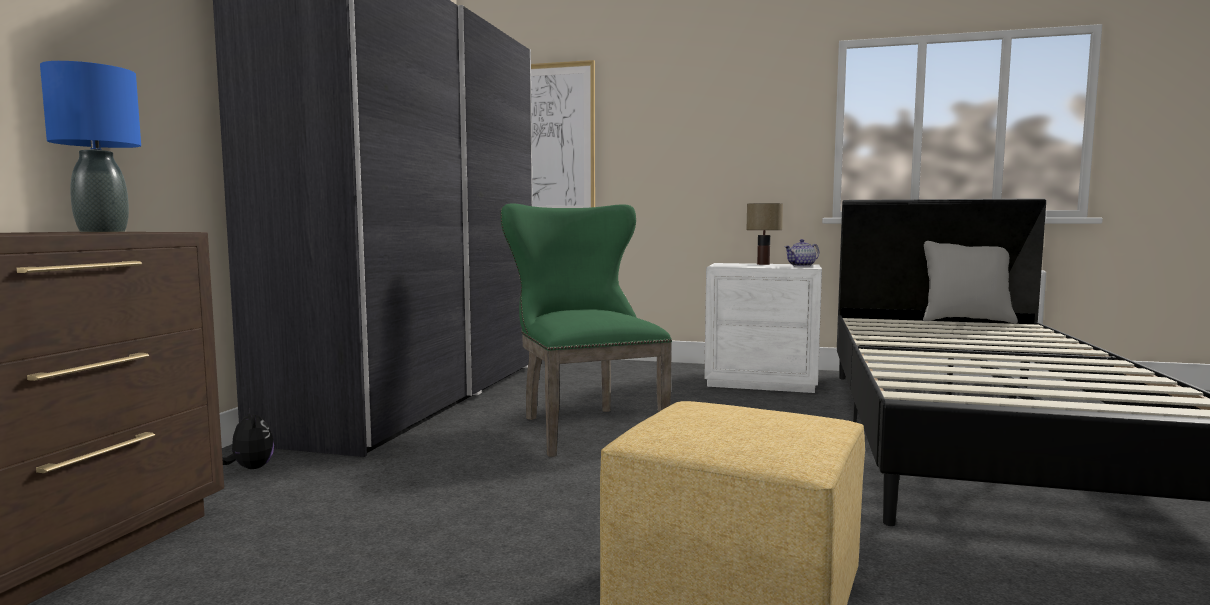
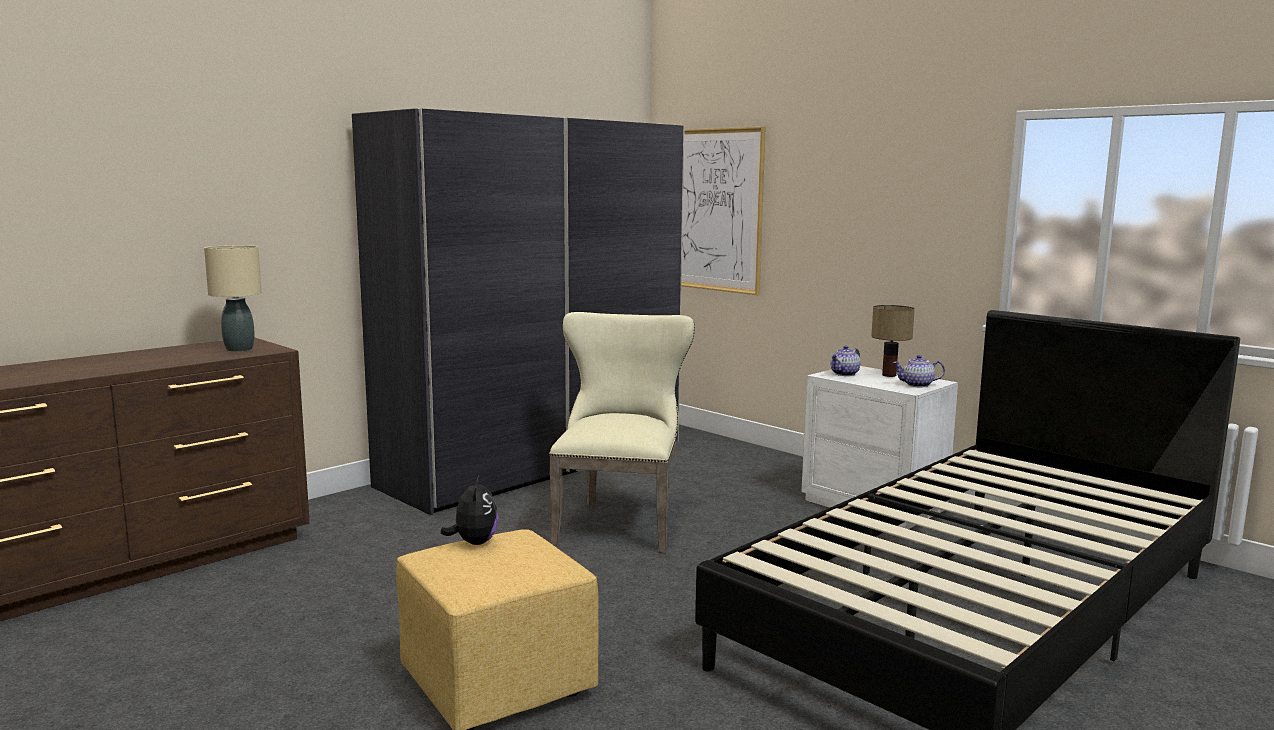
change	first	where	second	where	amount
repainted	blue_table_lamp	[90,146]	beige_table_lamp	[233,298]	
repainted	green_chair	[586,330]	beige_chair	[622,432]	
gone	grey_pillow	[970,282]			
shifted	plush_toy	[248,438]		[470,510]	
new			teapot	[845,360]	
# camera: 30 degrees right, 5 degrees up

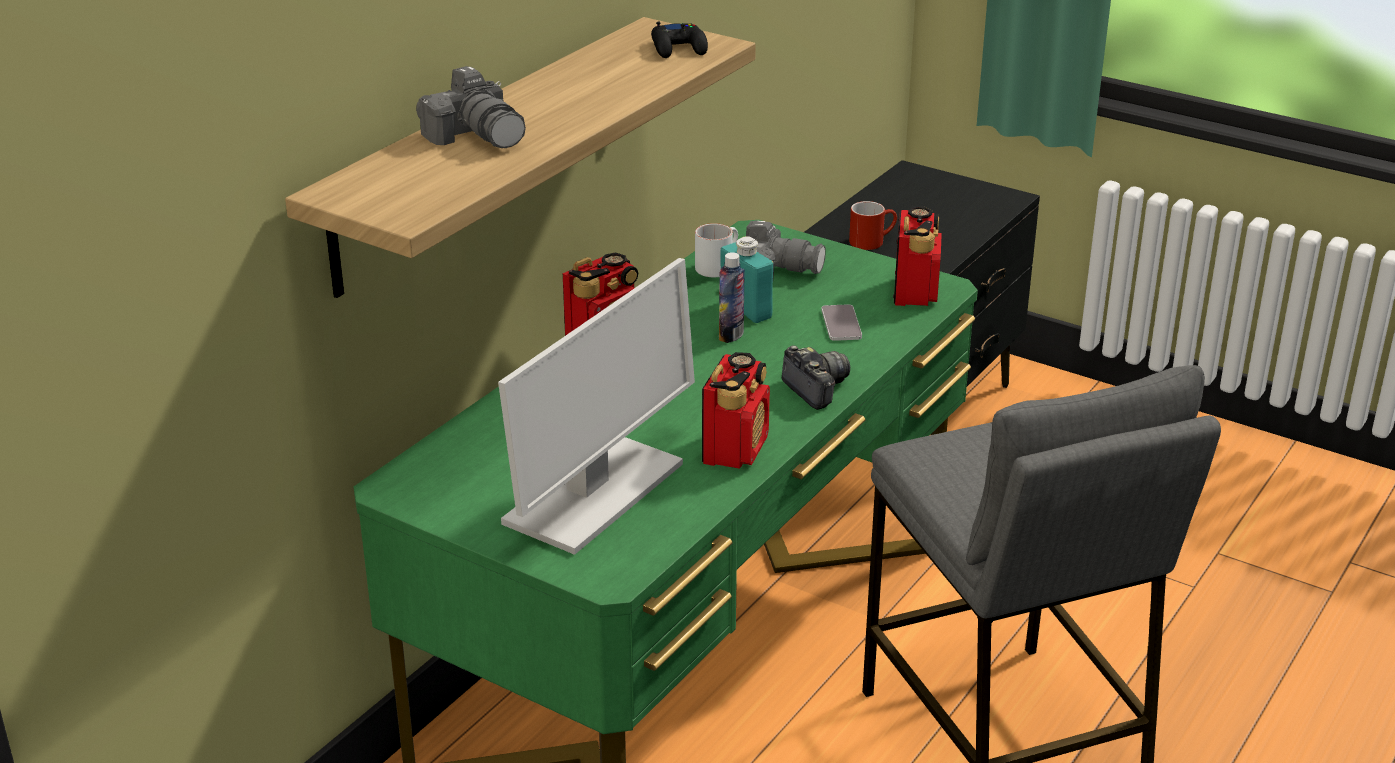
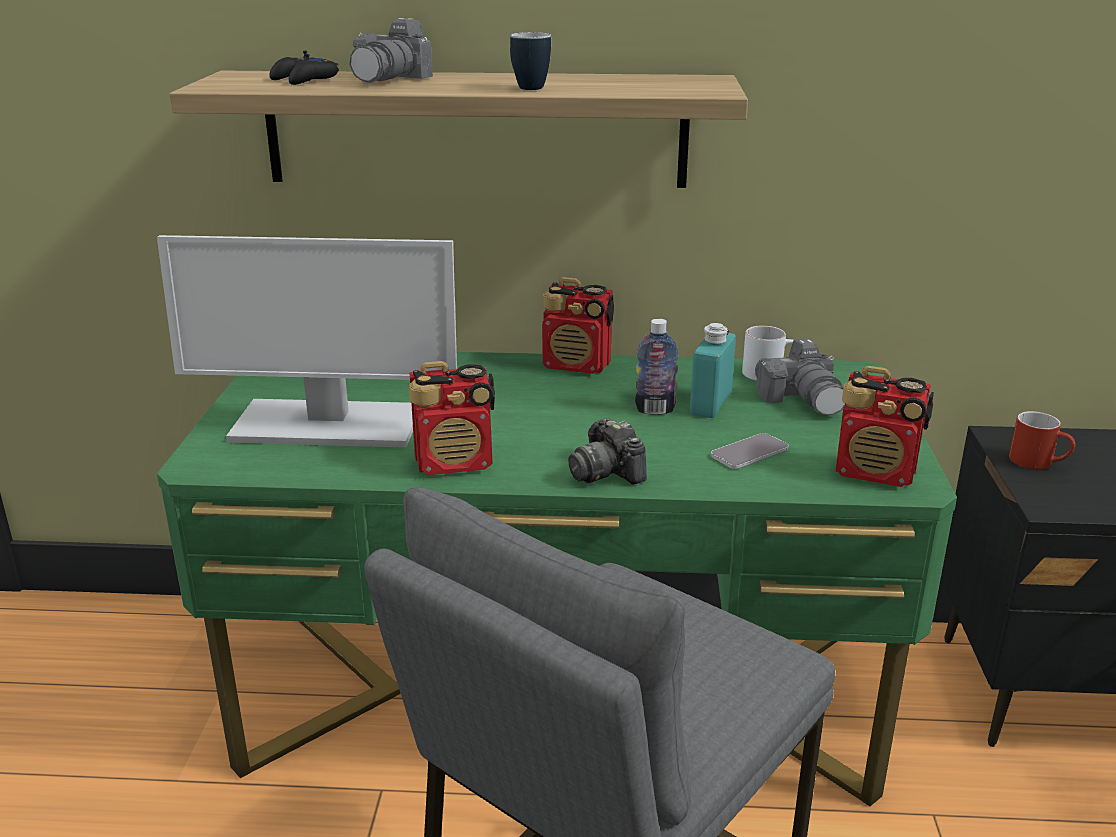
change	first	where	second	where	amount
shifted	black_game_controller	[679,39]		[304,68]	
rotated	radio	[917,256]		[884,426]	45 degrees clockwise
rotated	photo_camera	[816,377]		[607,451]	120 degrees clockwise
new			mug	[530,61]	
# camera: 60 degrees right, 5 degrees down

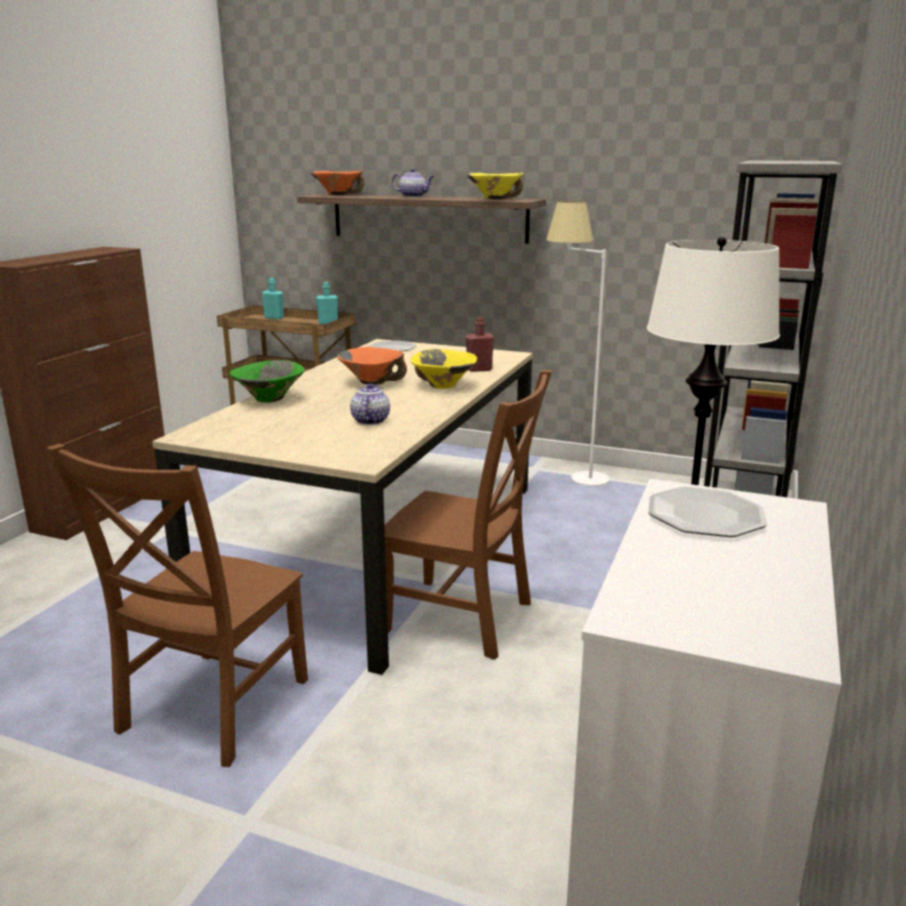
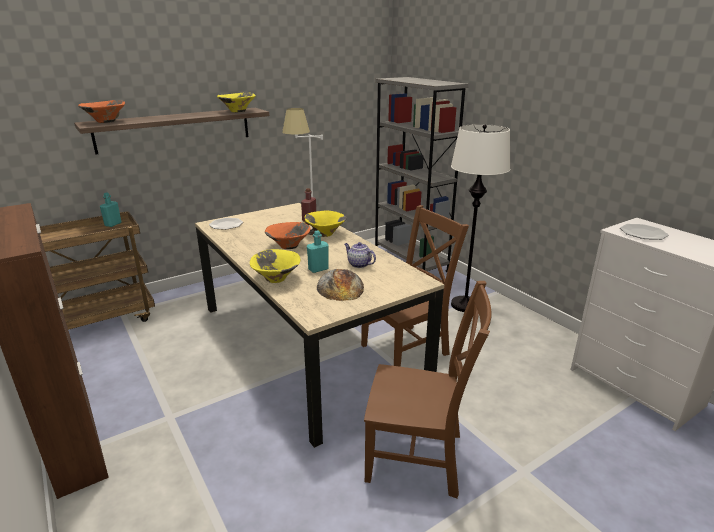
change	first	where	second	where	amount
gone	teapot	[413,183]			
shifted	turquoise_bottle	[273,298]		[318,252]	
repainted	green_bowl	[266,381]	yellow_bowl	[275,266]	
rotated	brown_chair	[177,605]		[427,390]	45 degrees counterclockwise
new			bread	[340,285]	
# camera: 55 degrees left, 5 degrees up

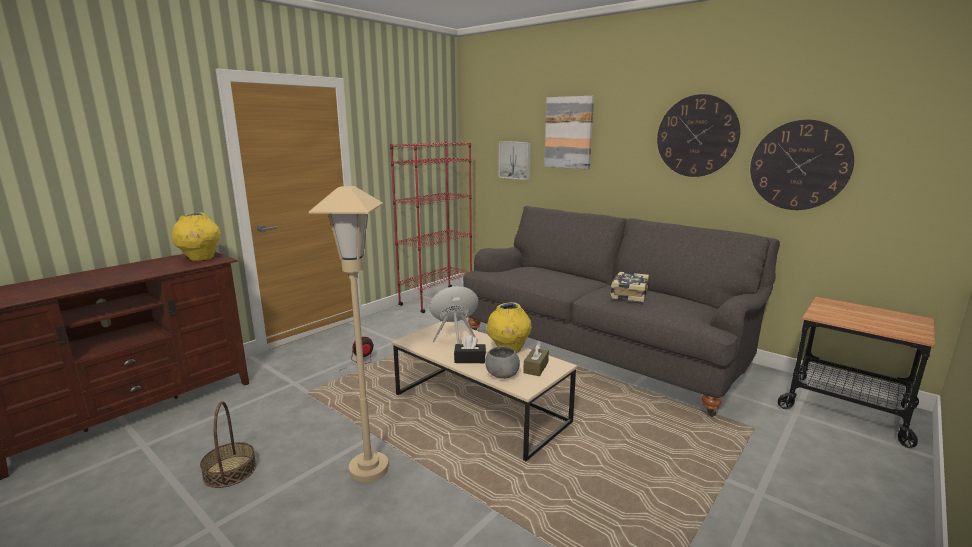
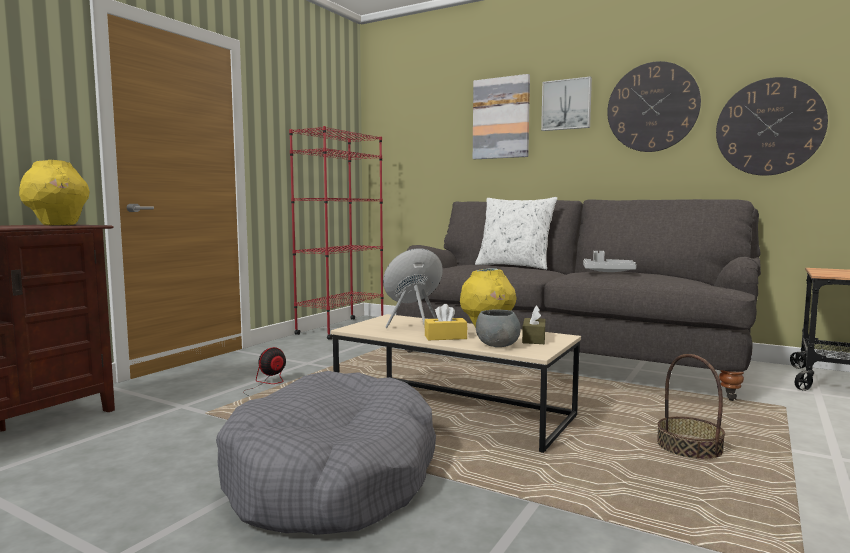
change	first	where	second	where	amount
shifted	picture	[515,160]		[566,104]	
swapped	beige_floor_lamp	[349,334]	grey_dog_bed	[326,453]	
swapped	book	[630,287]	grey_tray	[610,261]	
repainted	black_tissue_box	[470,349]	yellow_tissue_box	[445,322]	
shifted	basket	[228,444]		[691,407]	
new			white_pillow	[516,233]	
# camera: 10 degrees left, 10 degrees down

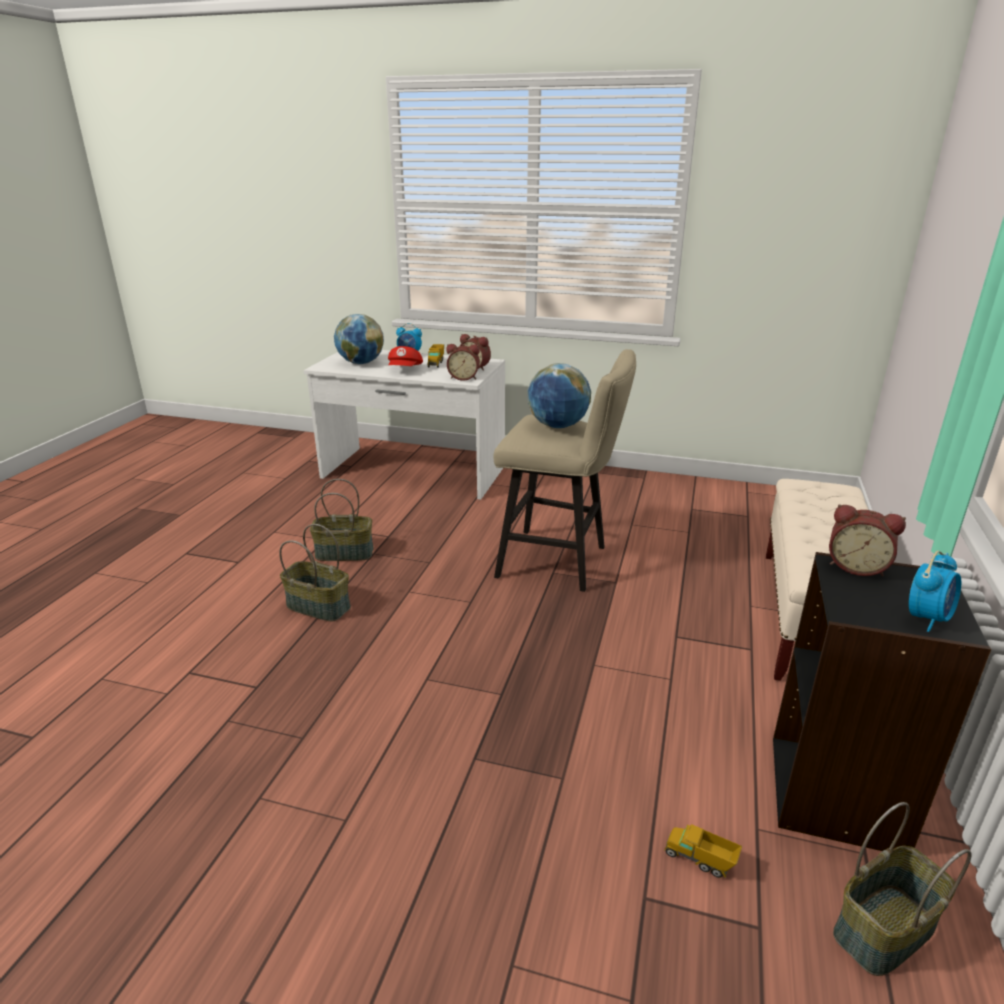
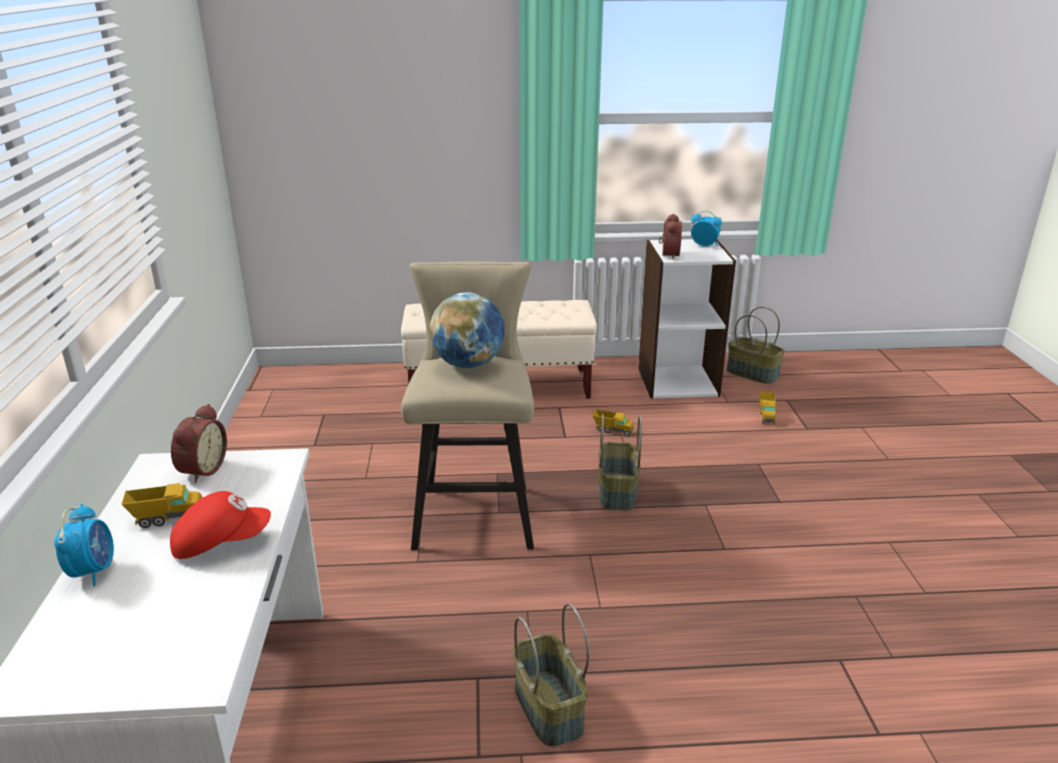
change	first	where	second	where	amount
gone	globe	[359,339]			
gone	alarm_clock	[463,362]			
shifted	basket	[315,572]		[620,462]	
repainted	black_bookcase	[882,701]	white_bookcase	[687,319]	
new			toy_truck	[613,423]	
# camera: 110 degrees left, 0 degrees up

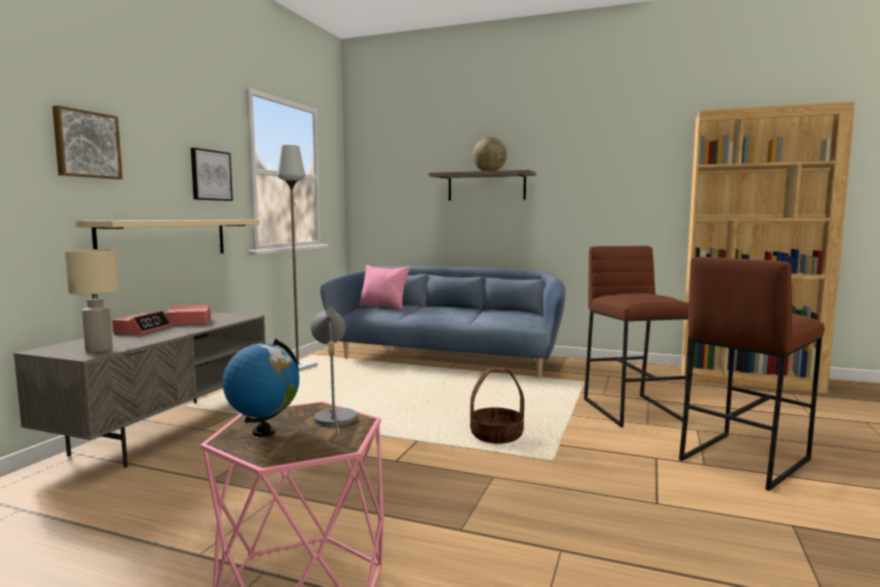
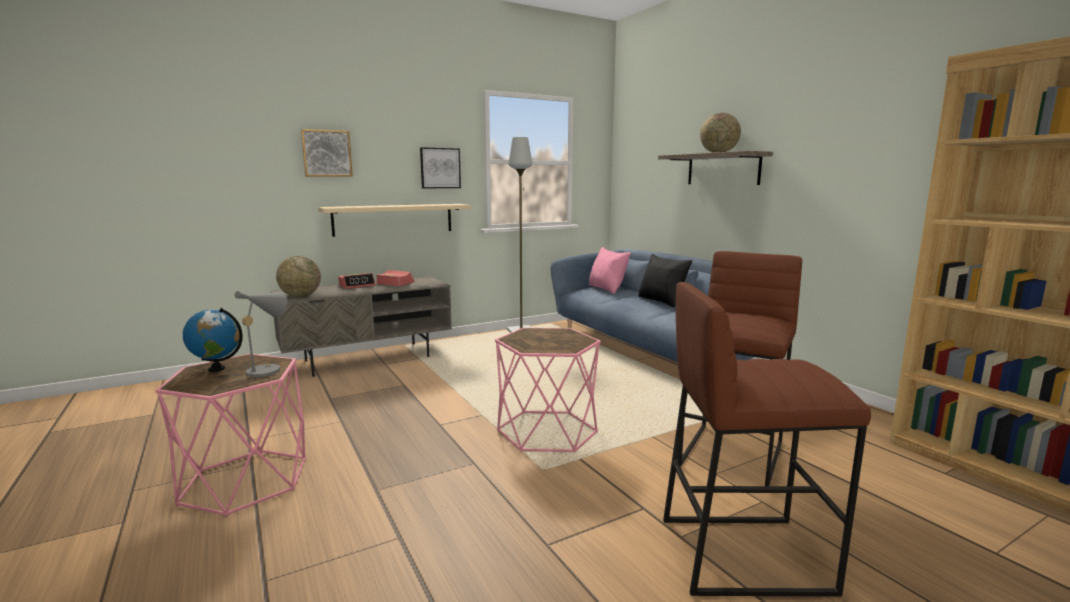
change	first	where	second	where	amount
swapped	beige_table_lamp	[92,301]	globe	[298,276]	
swapped	basket	[497,406]	pink_side_table	[548,390]	
new			black_pillow	[665,280]	
# camera: 40 degrees right, 5 degrees up

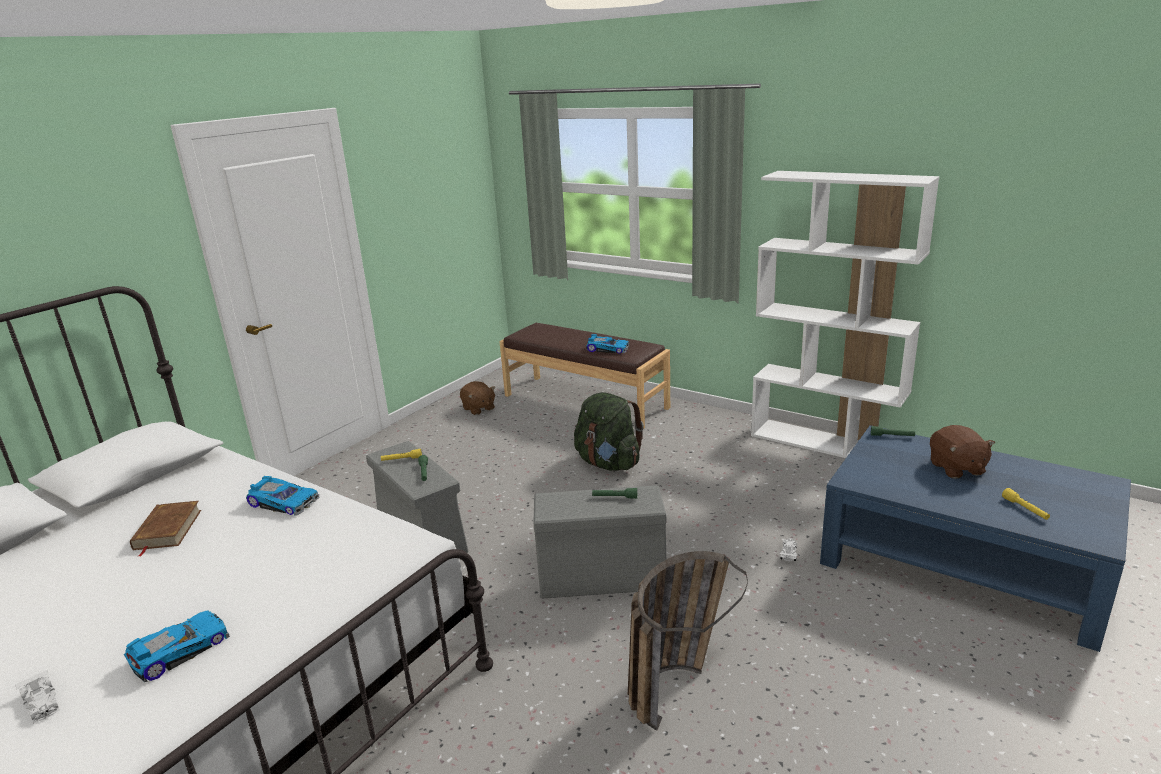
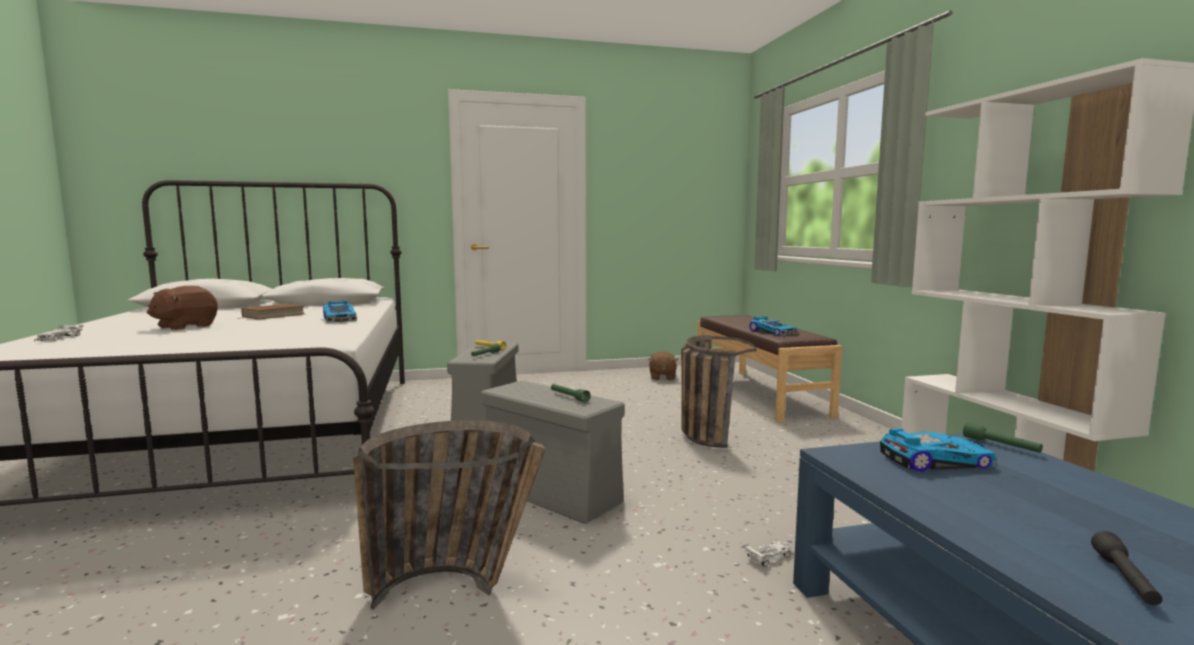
change	first	where	second	where	amount
swapped	green_backpack	[609,431]	basket	[718,391]	
shifted	brown_plush_toy	[962,452]		[182,308]	
repainted	yellow_flashlight	[1026,504]	black_flashlight	[1126,568]	
shifted	toy_car	[177,646]		[938,450]	
# camera: 40 degrees right, 15 degrees down

